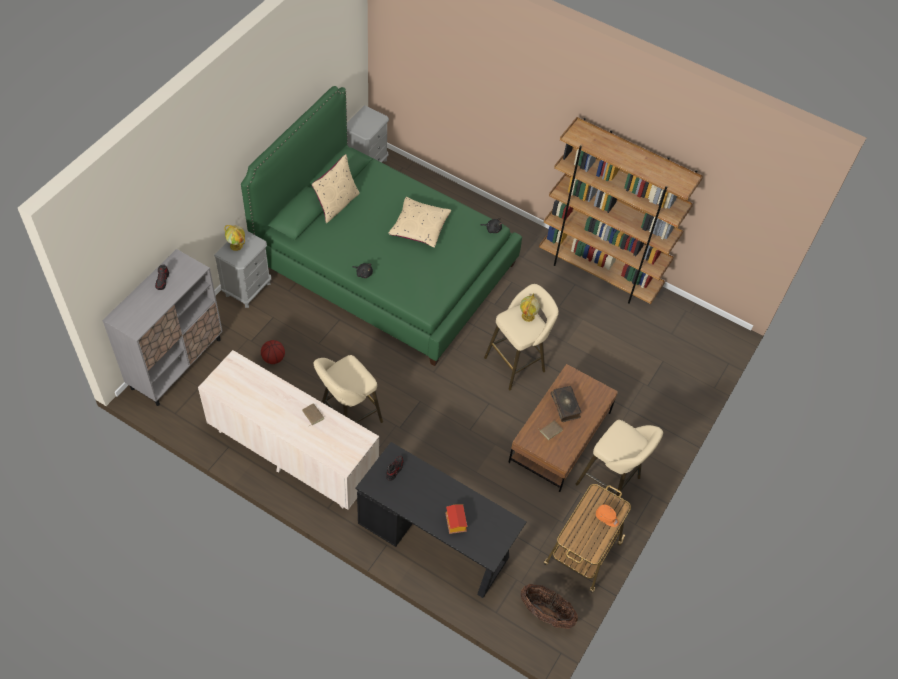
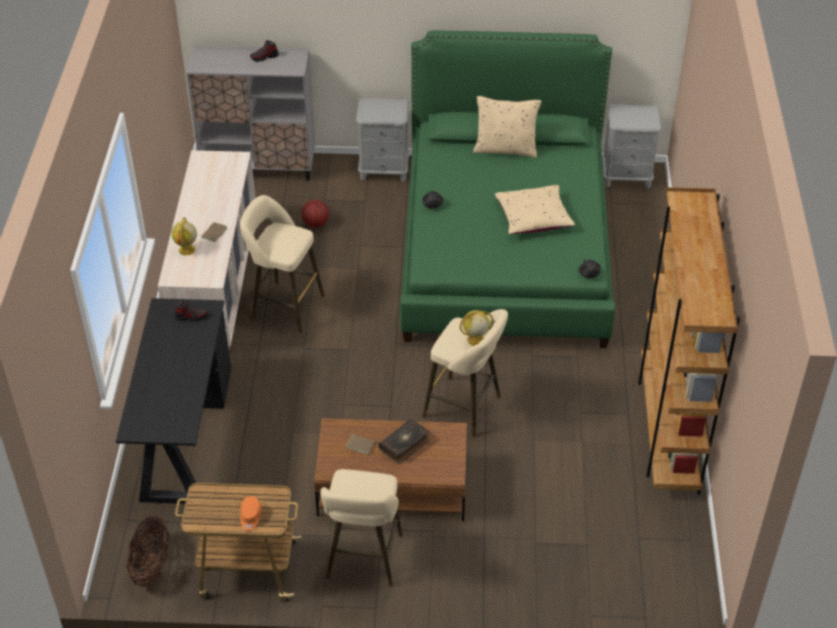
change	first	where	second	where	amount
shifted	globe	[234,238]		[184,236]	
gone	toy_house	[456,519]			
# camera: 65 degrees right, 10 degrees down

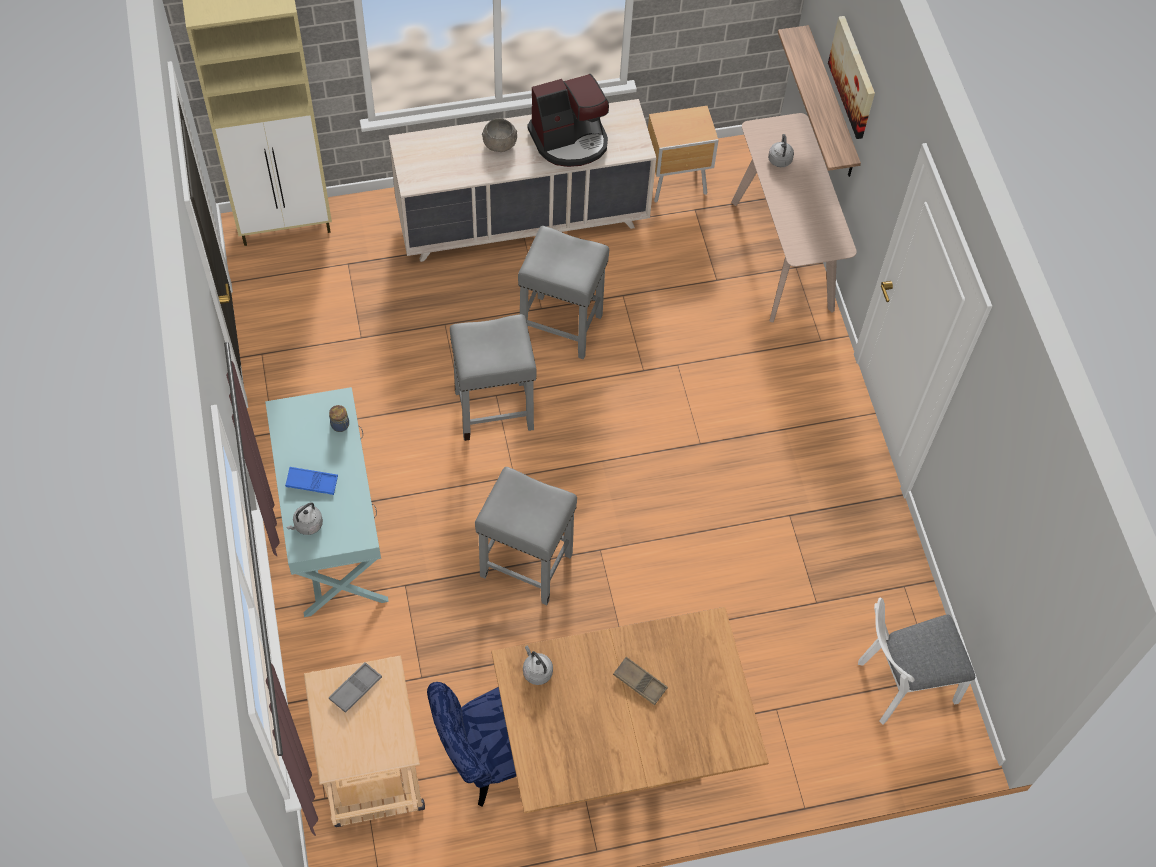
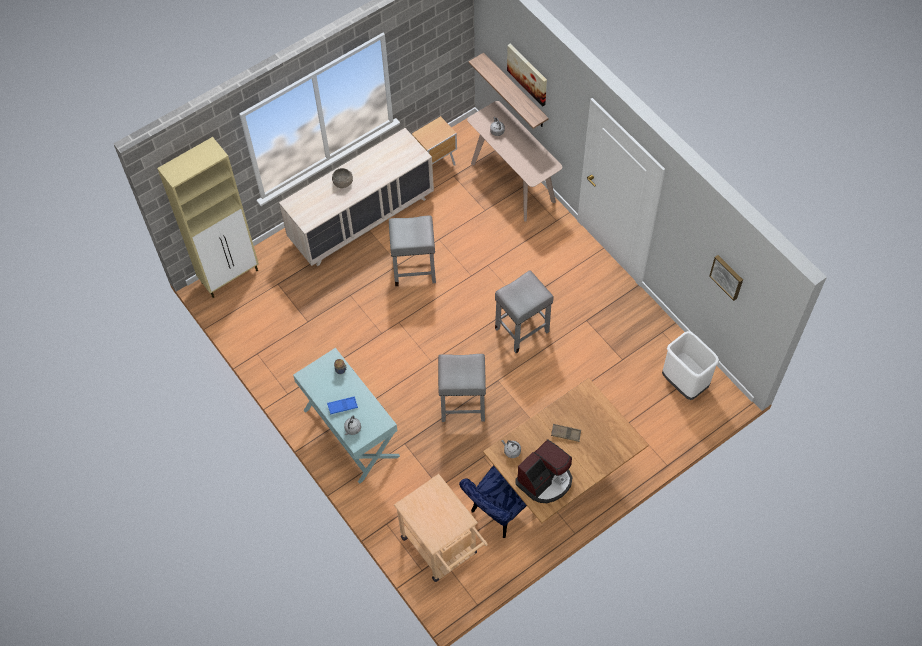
change	first	where	second	where	amount
shifted	coffee_machine	[568,120]		[544,471]	
shifted	grey_stool	[493,377]		[524,311]	
swapped	white_chair	[916,661]	white_trash_can	[690,365]	
gone	grey_tray	[355,687]			
new			picture	[726,278]	
# camera: 20 degrees left, 0 degrees up

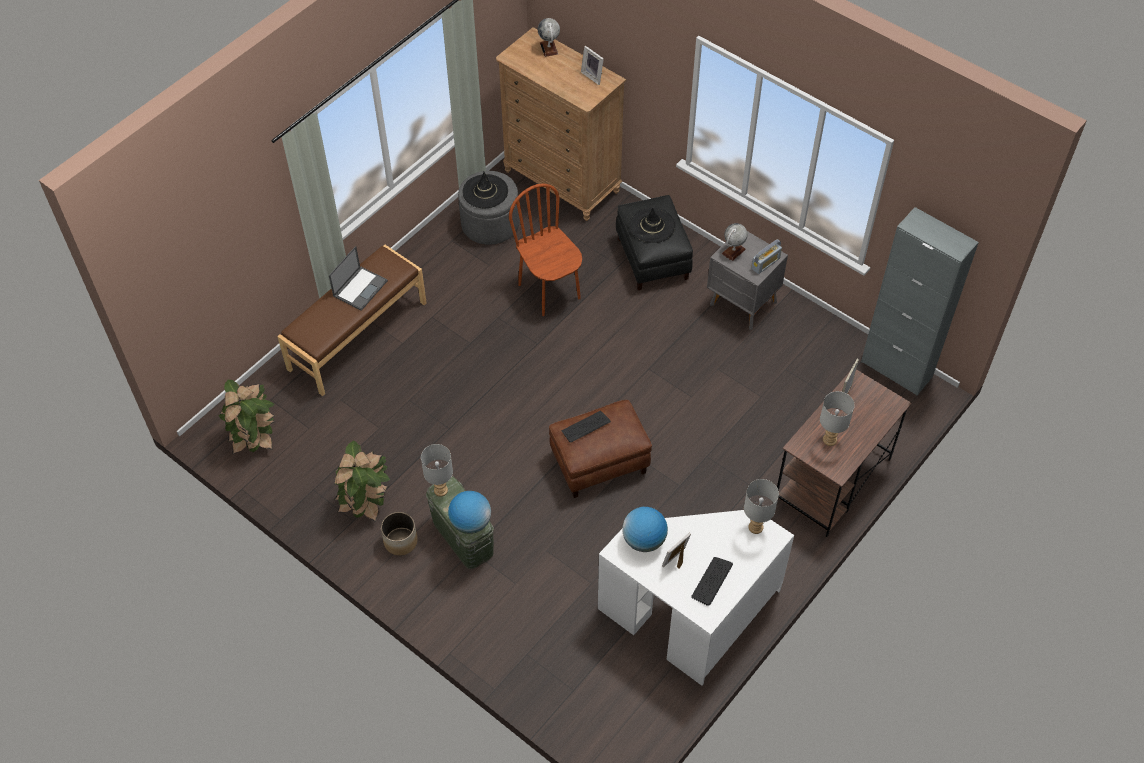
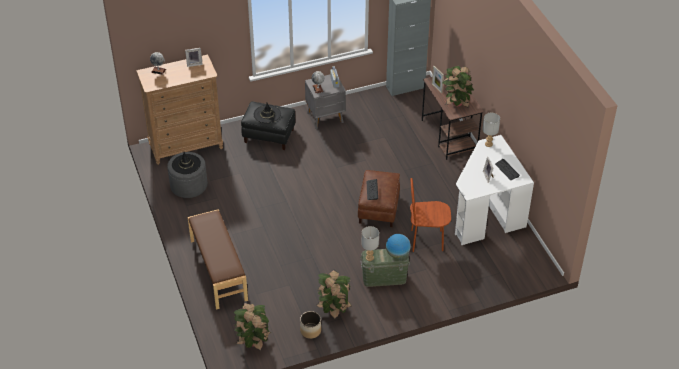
change	first	where	second	where	amount
shifted	brown_chair	[545,249]		[430,215]	
gone	laptop	[358,278]			
swapped	grey_table_lamp	[837,418]	potted_plant	[458,87]	
gone	globe	[645,529]			
shifted	planter	[399,534]		[310,325]	
# camera: 60 degrees left, 10 degrees down

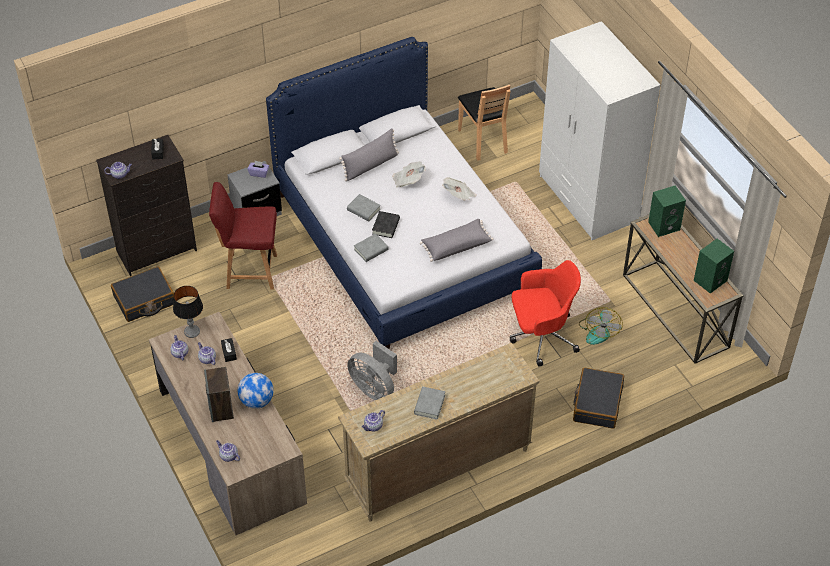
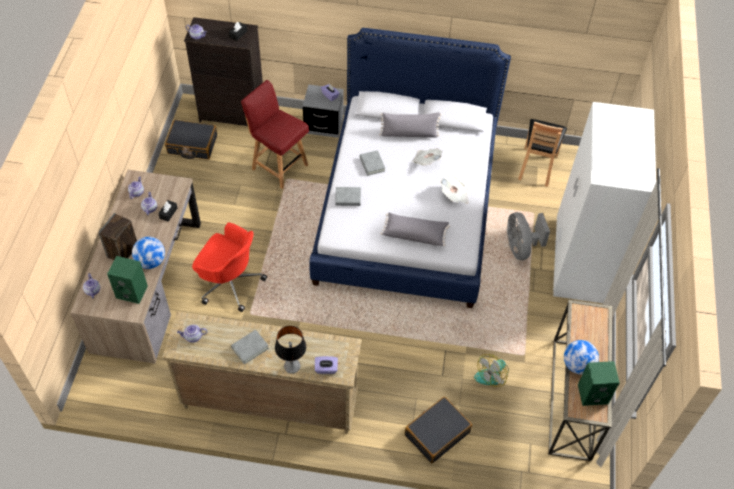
change	first	where	second	where	amount
shifted	green_speaker	[667,211]		[127,280]	
gone	black_book	[386,224]			
shifted	red_office_chair	[545,313]		[229,267]	
shifted	table_lamp	[188,312]		[290,350]	
shifted	grey_fan	[372,370]		[528,236]	
new			globe	[581,357]	
new			purple_tissue_box	[326,365]	
# camera: 35 degrees right, 5 degrees up

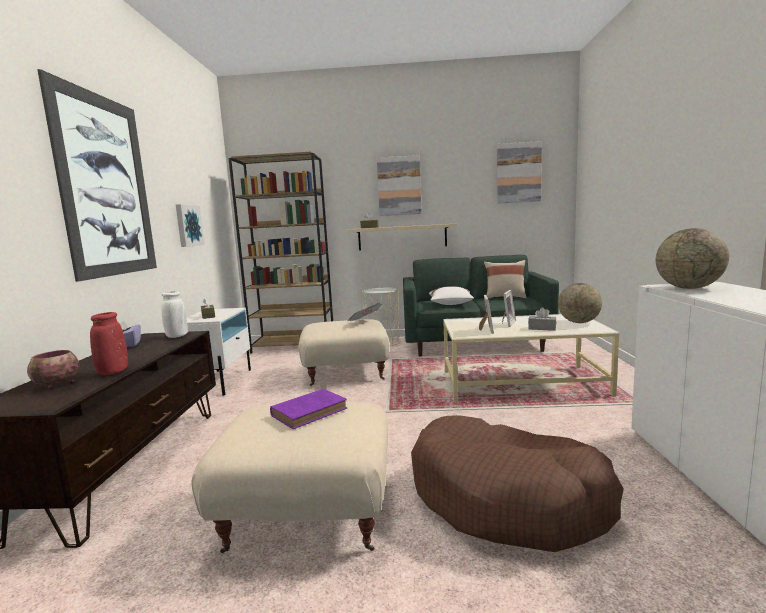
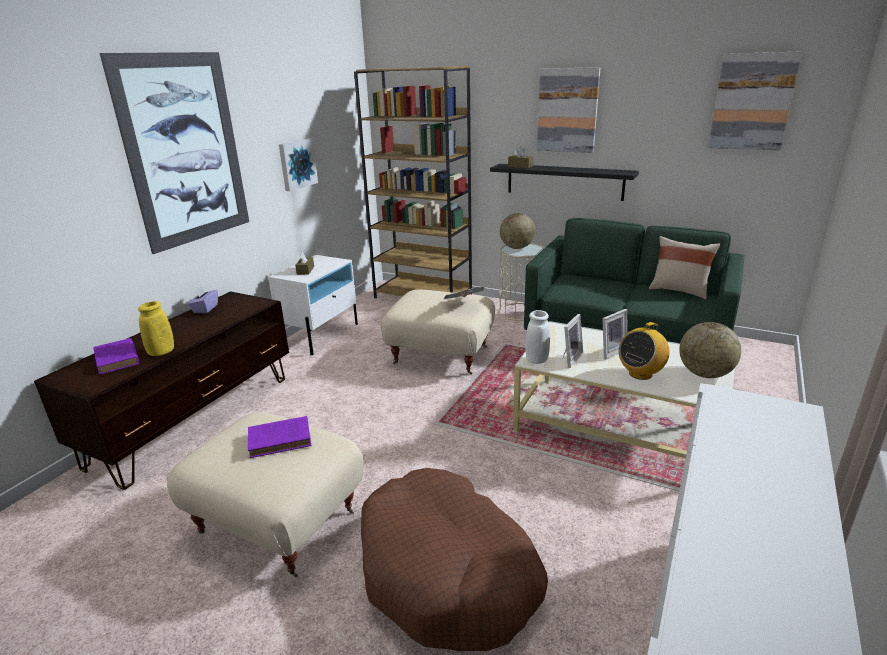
change	first	where	second	where	amount
repainted	beige_shelf	[402,237]	black_shelf	[564,182]	
shifted	globe	[692,258]		[517,231]	
gone	white_pillow	[451,295]			
shifted	white_vase	[175,314]		[537,337]	
swapped	grey_tissue_box	[542,319]	radio	[644,351]	
repainted	red_vase	[109,343]	yellow_vase	[156,328]	
swapped	bowl	[53,369]	purple_book	[116,356]	
# camera: 25 degrees right, 15 degrees up

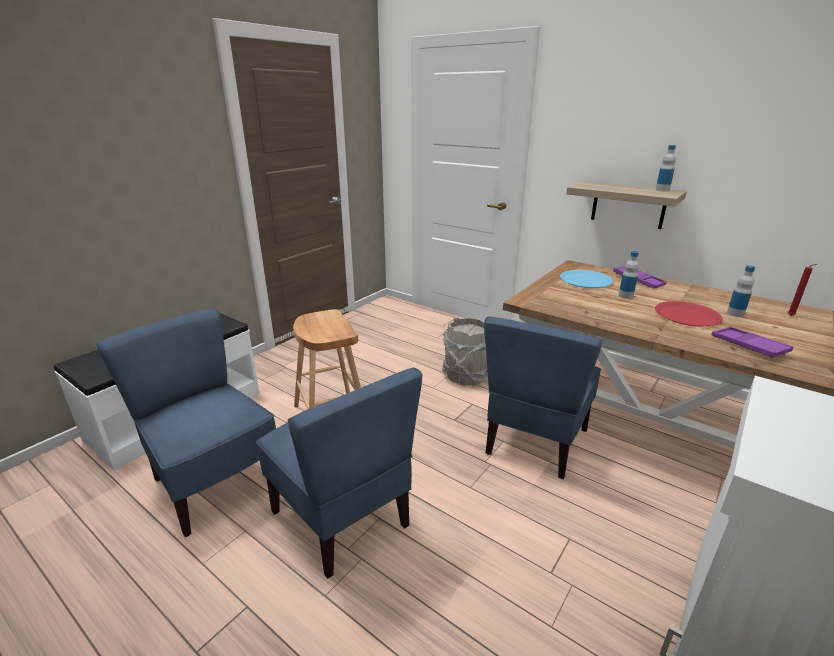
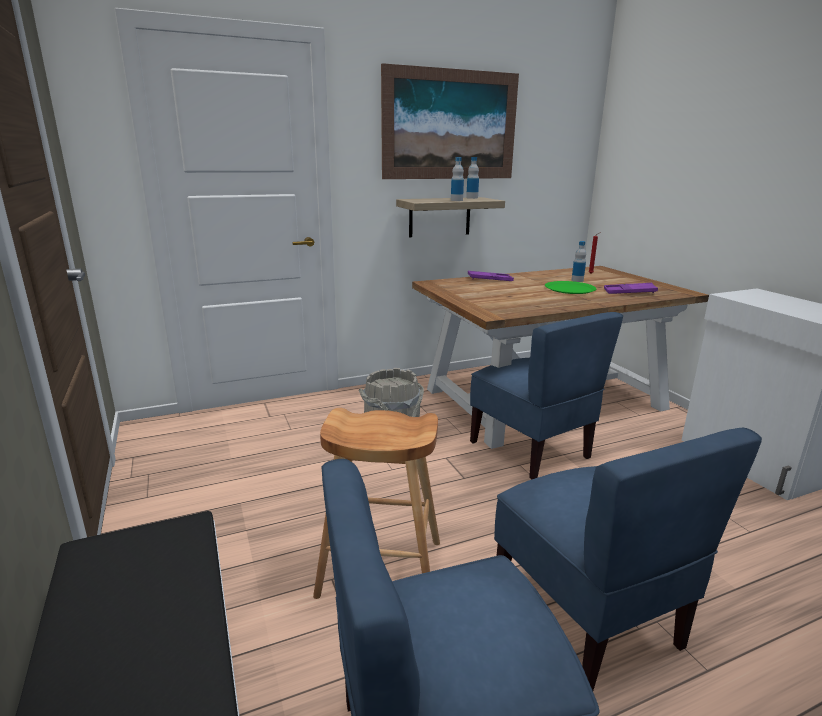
change	first	where	second	where	amount
shifted	bottle	[629,275]		[457,179]	
gone	blue_plate	[586,279]			
repainted	red_plate	[689,313]	green_plate	[570,287]	
rotated	blue_chair	[339,473]		[628,559]	75 degrees clockwise
new			picture	[450,121]	
# camera: 60 degrees left, 5 degrees down

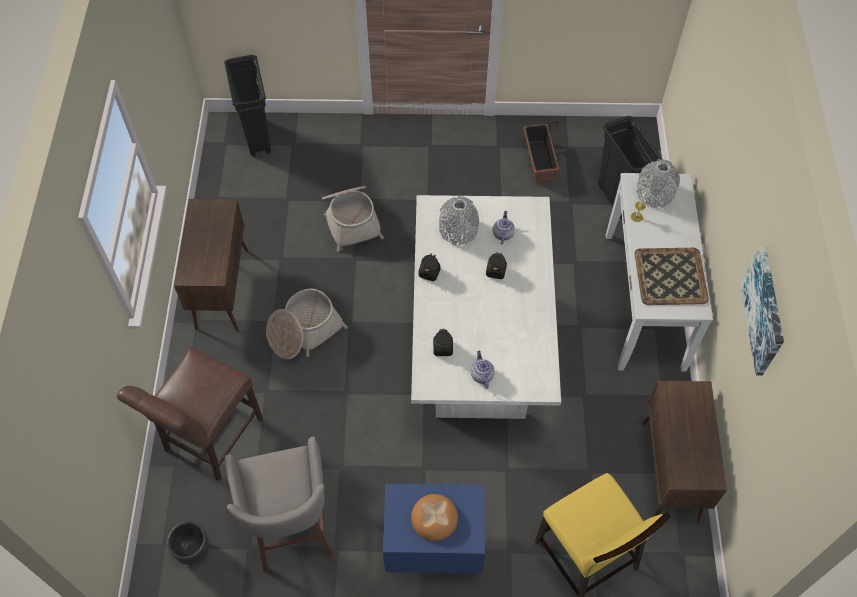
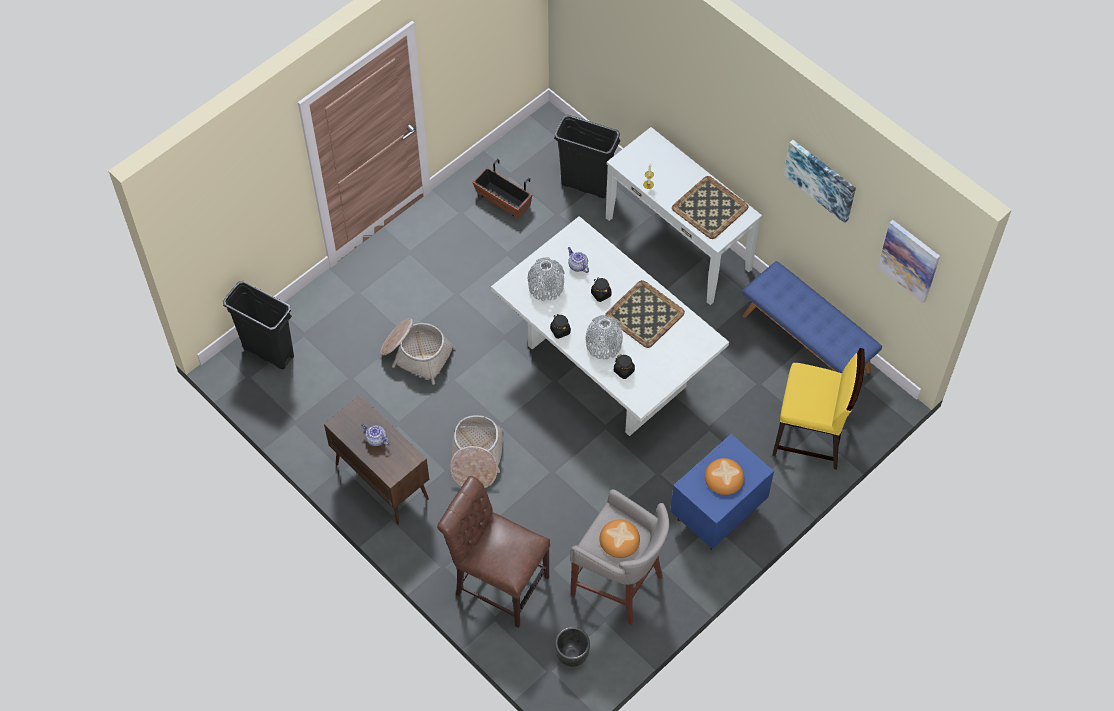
change	first	where	second	where	amount
shifted	grey_vase	[658,183]		[604,337]	
rotated	brown_chair	[190,414]		[494,552]	135 degrees clockwise
shifted	teapot	[483,370]		[375,435]	
swapped	brown_cabinet	[684,452]	blue_bench	[812,317]	
new			picture	[909,261]	
new			tray	[645,314]	
new			bread	[619,538]	
# camera: 45 degrees left, 0 degrees up

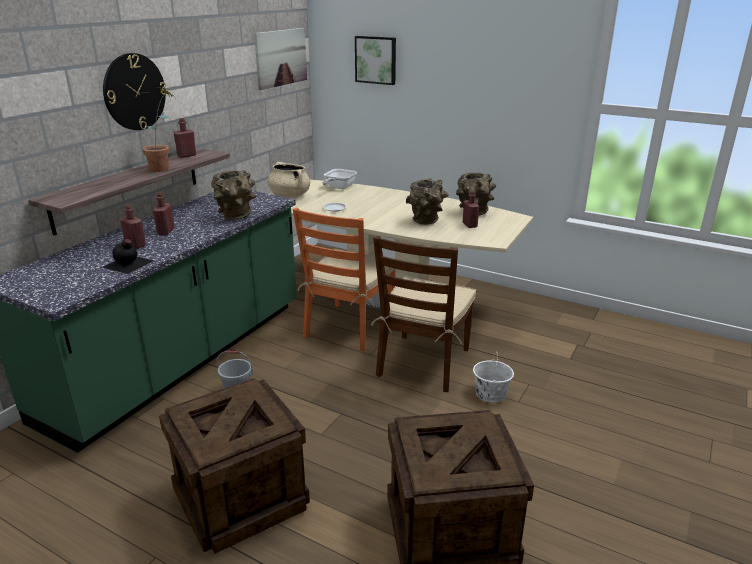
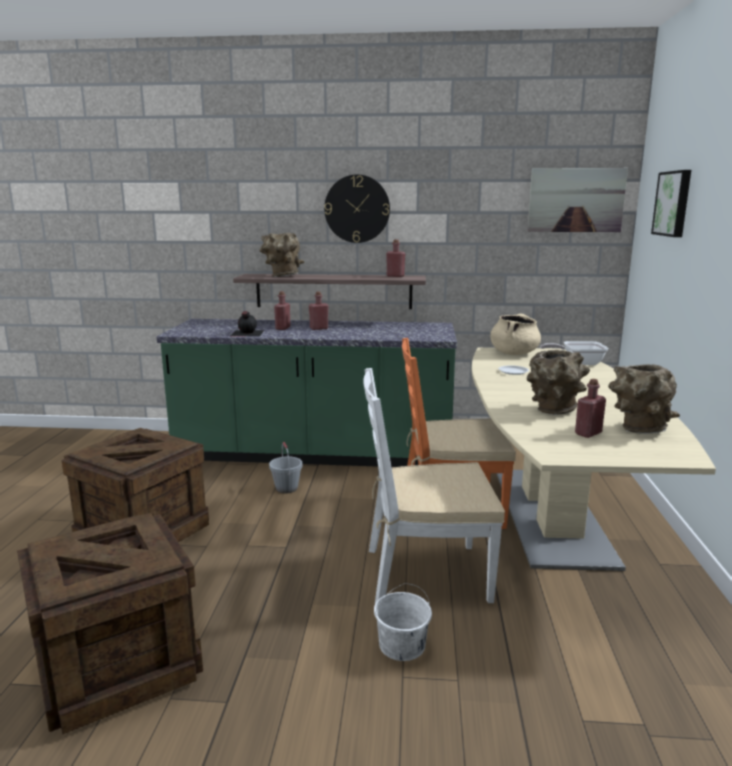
change	first	where	second	where	amount
gone	potted_plant	[158,129]			
shifted	brown_vase	[234,195]		[282,255]	
repainted	brown_chair	[423,314]	white_chair	[434,485]	
# camera: 65 degrees right, 10 degrees down

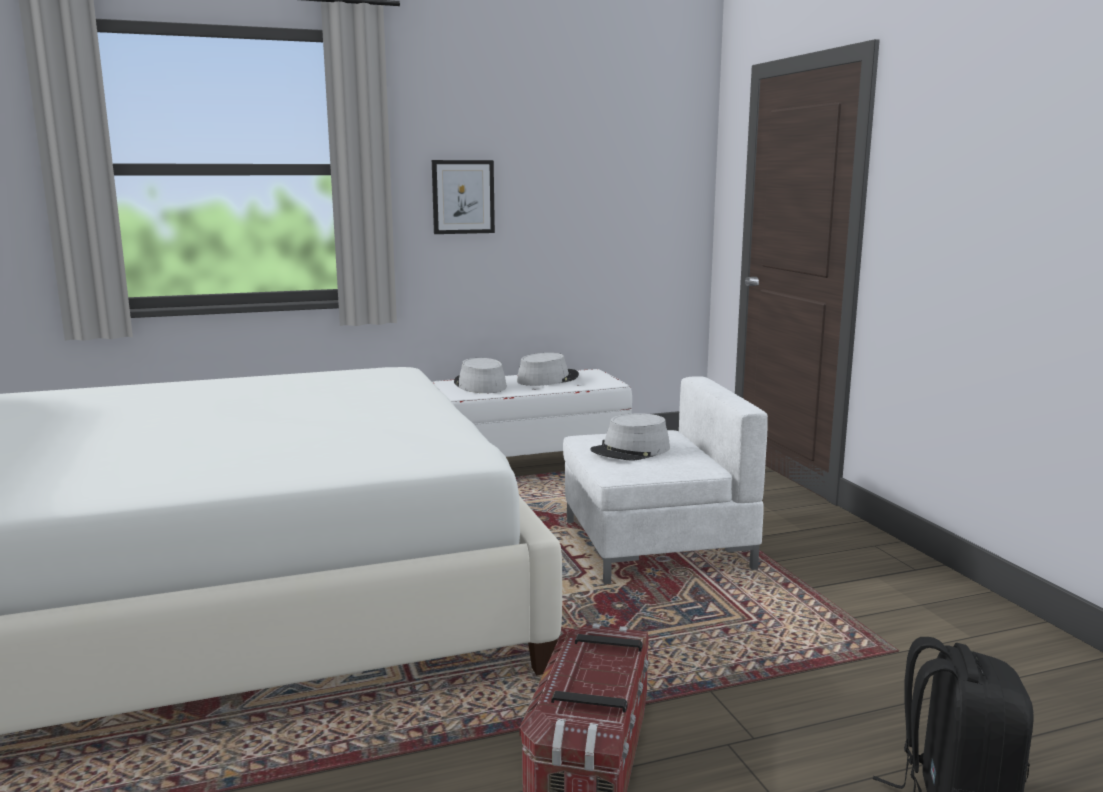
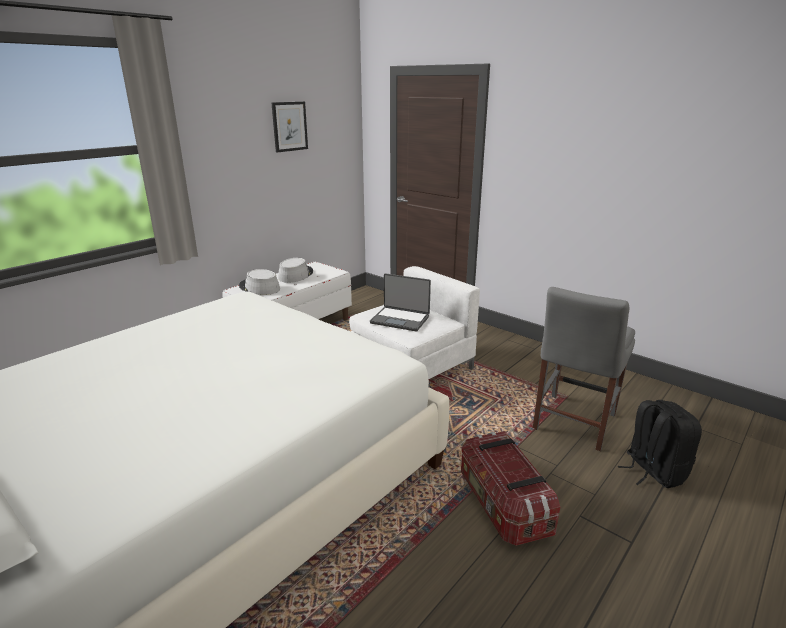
change	first	where	second	where	amount
shifted	picture	[463,197]		[290,127]	
swapped	grey_hat	[630,437]	laptop	[400,302]	
new			grey_chair	[584,369]	
# camera: 30 degrees left, 10 degrees up

